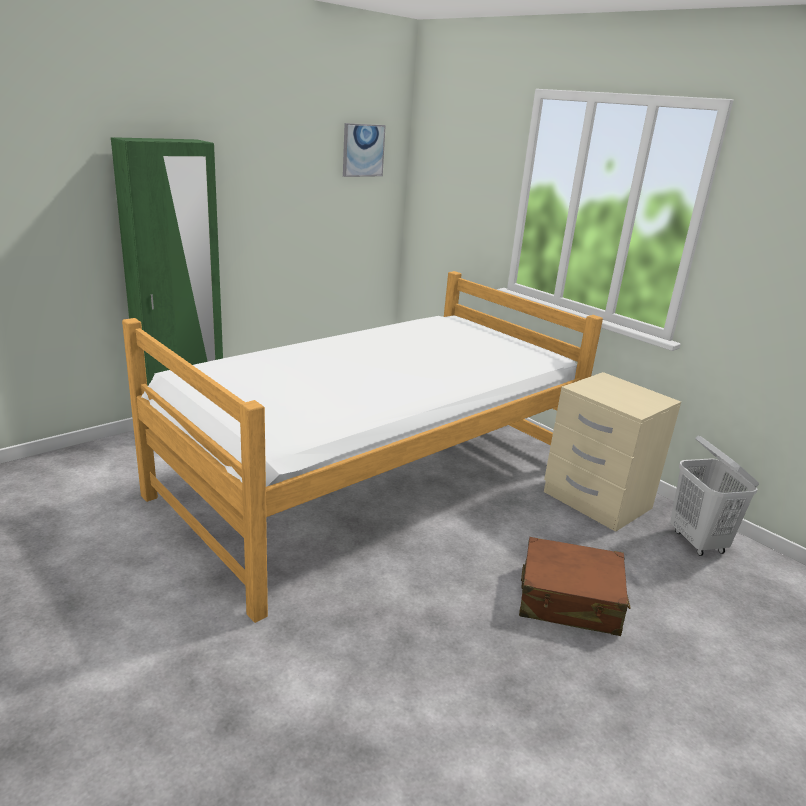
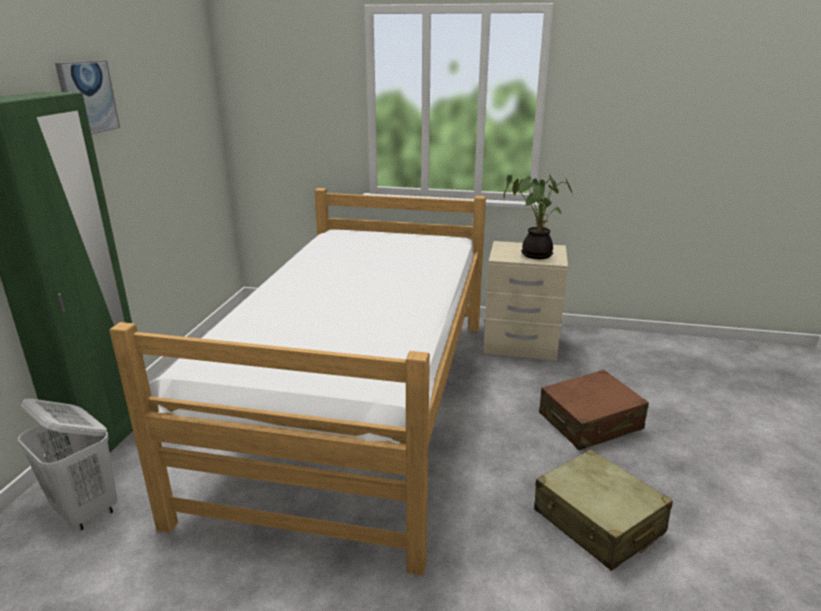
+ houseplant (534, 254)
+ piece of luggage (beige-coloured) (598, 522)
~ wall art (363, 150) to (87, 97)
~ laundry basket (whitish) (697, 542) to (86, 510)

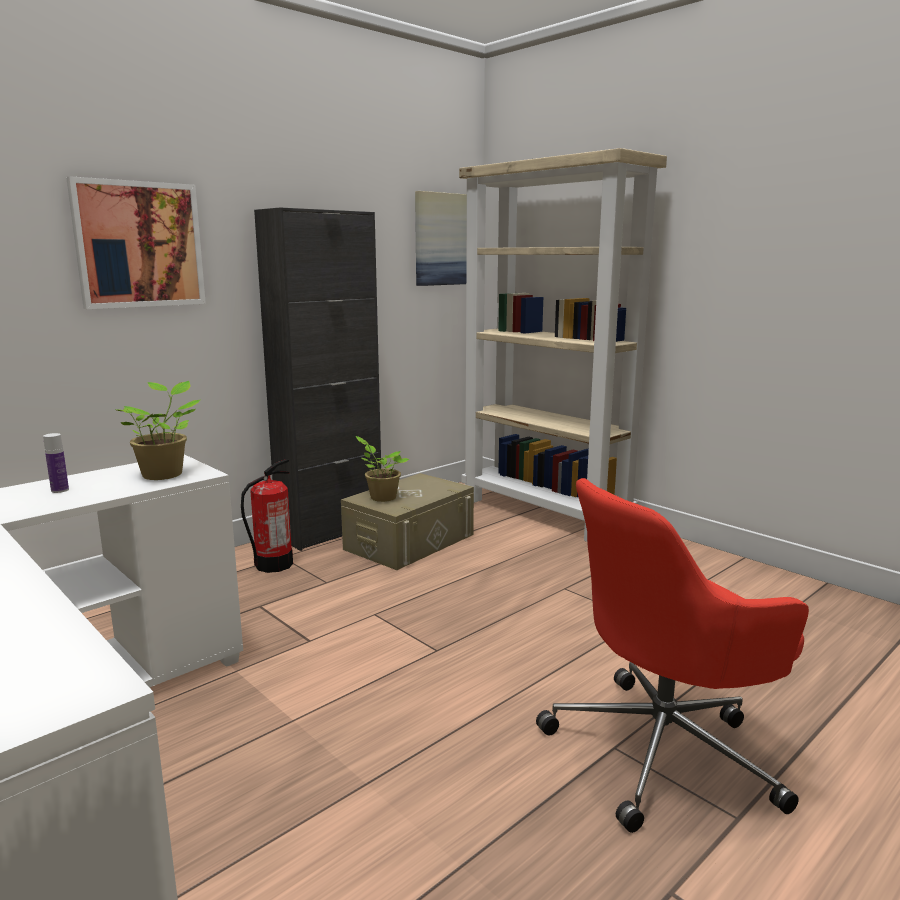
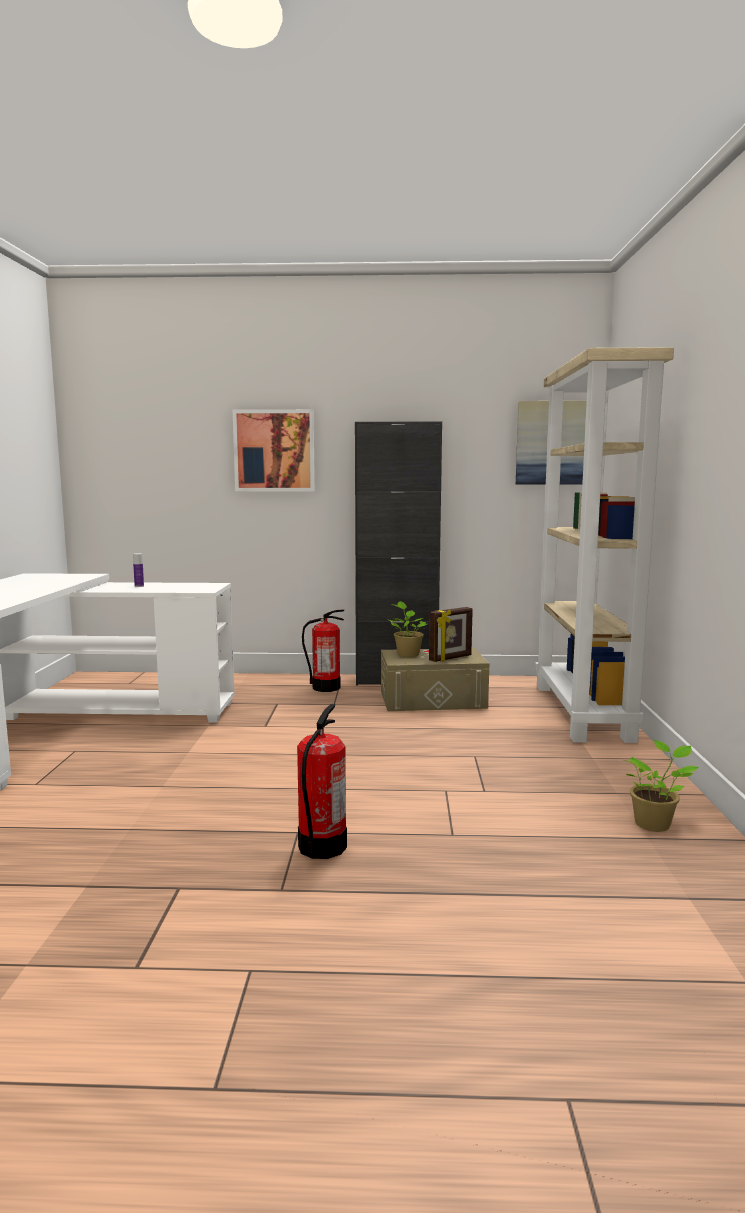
+ standing frame (451, 658)
~ houseplant (164, 474) to (654, 823)
~ desk chair (red) (664, 749) to extinguisher (321, 847)

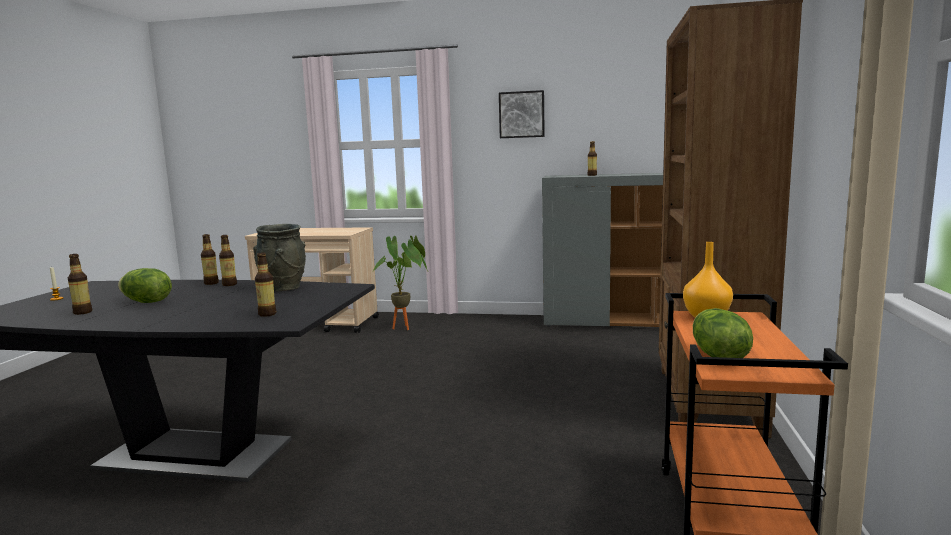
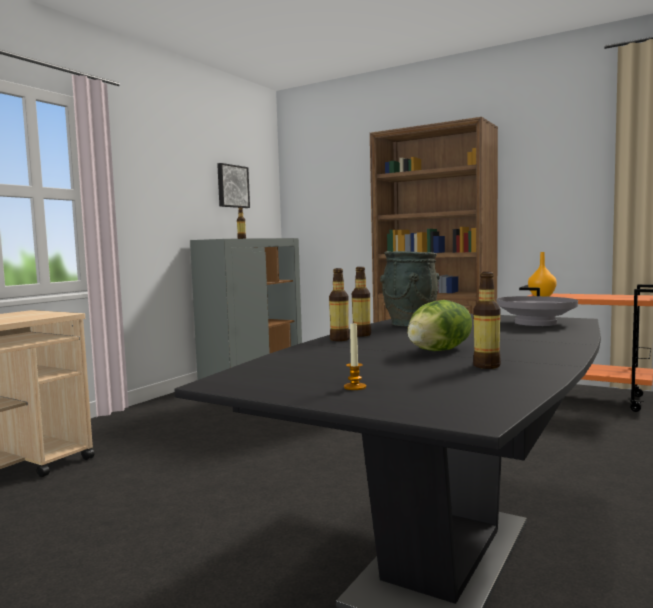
- houseplant (407, 328)
- lettuce (717, 356)
~ wall art (522, 114) to (232, 186)
~ bottle (267, 314) to bowl (greyish) (536, 323)

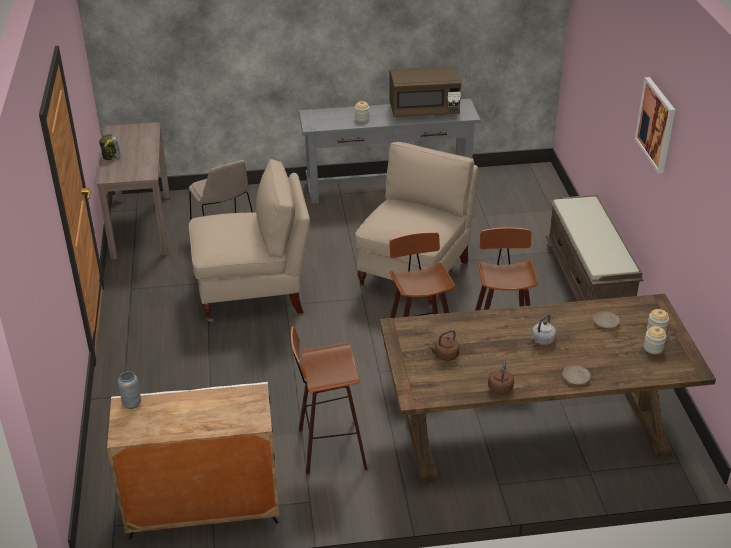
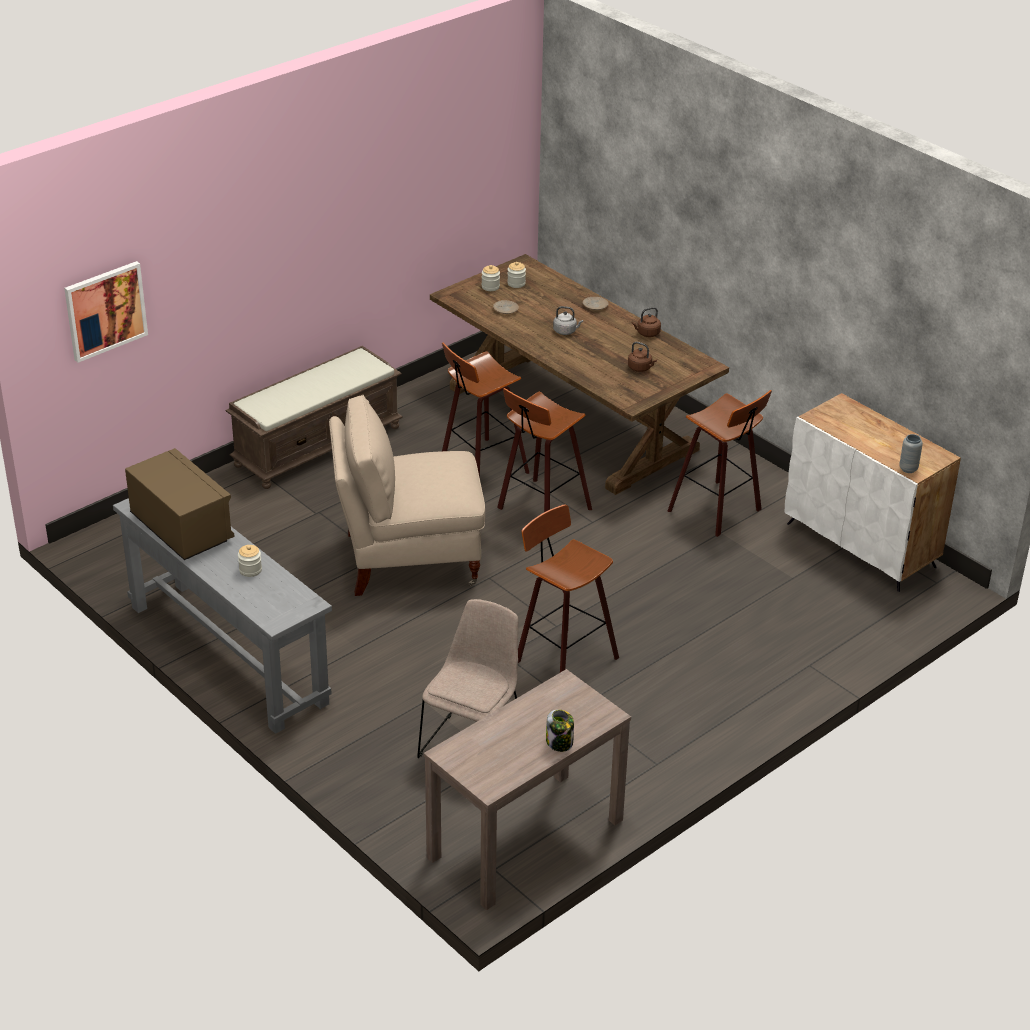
~ wall art (656, 124) to (105, 310)
~ chair (beige-coloured) (253, 293) to stool (562, 659)

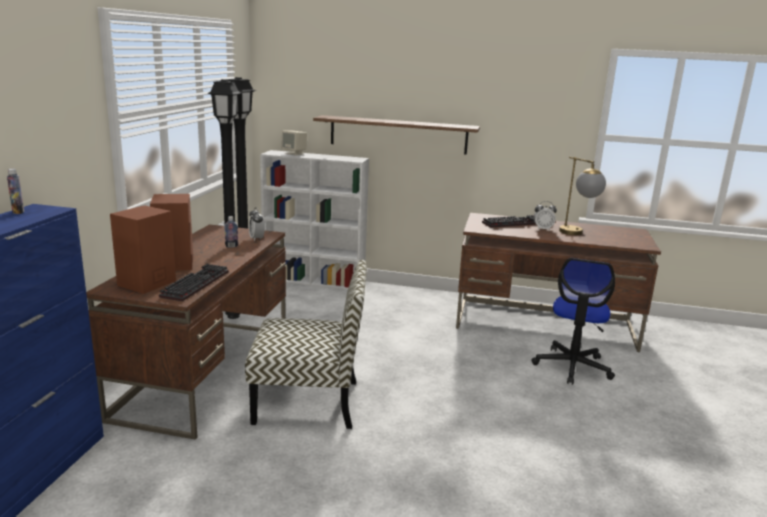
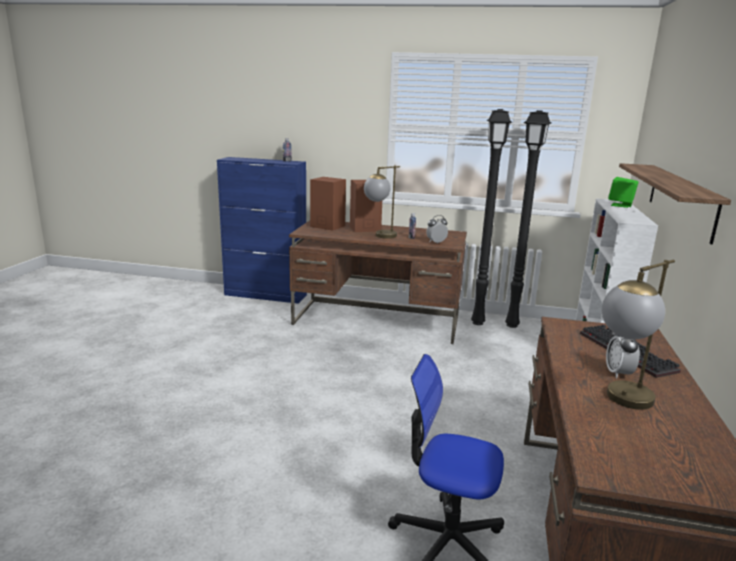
- keyboard (195, 283)
- chair (309, 401)
+ table lamp (380, 237)
~ audio speaker (beige-coloured) (294, 153) to audio speaker (green) (620, 205)

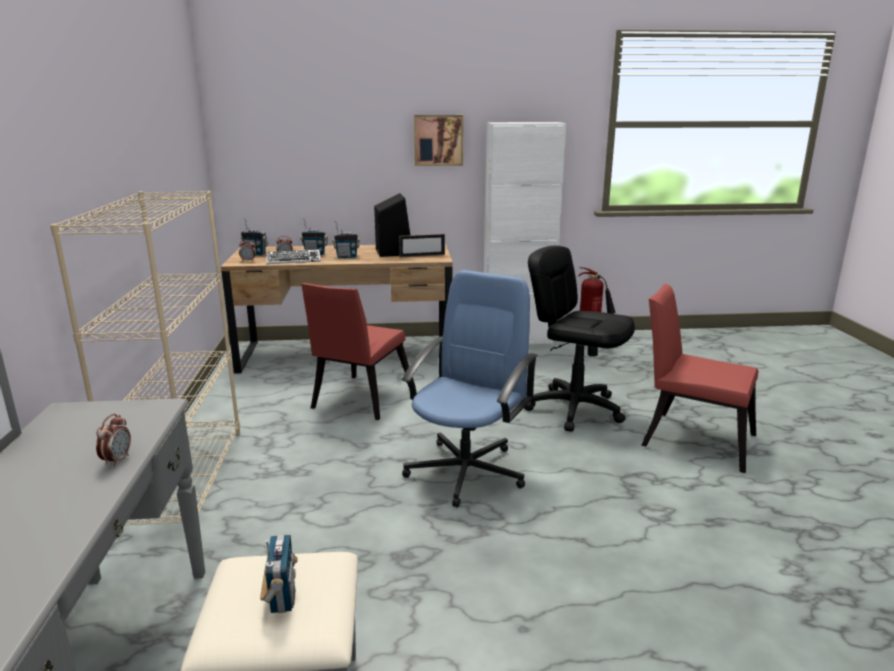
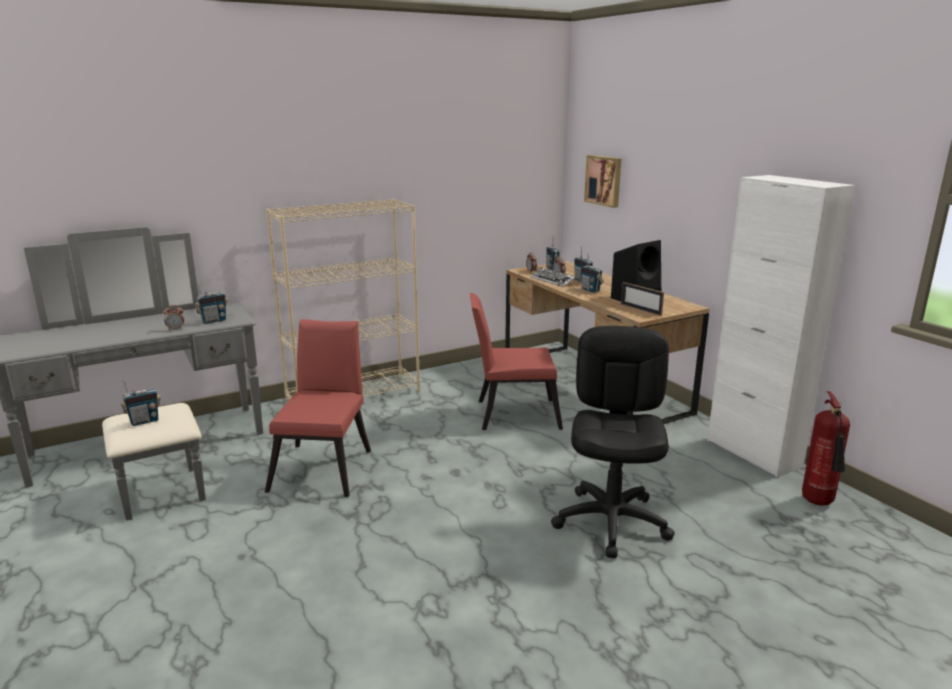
- desk chair (blue) (467, 471)
+ radio set (213, 321)
~ wall art (438, 140) to (604, 180)
~ chair (red) (691, 438) to (325, 466)

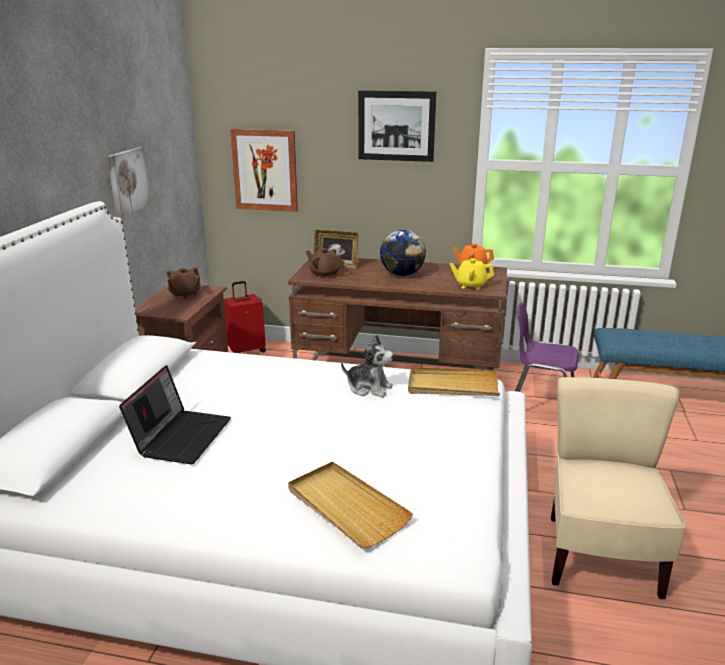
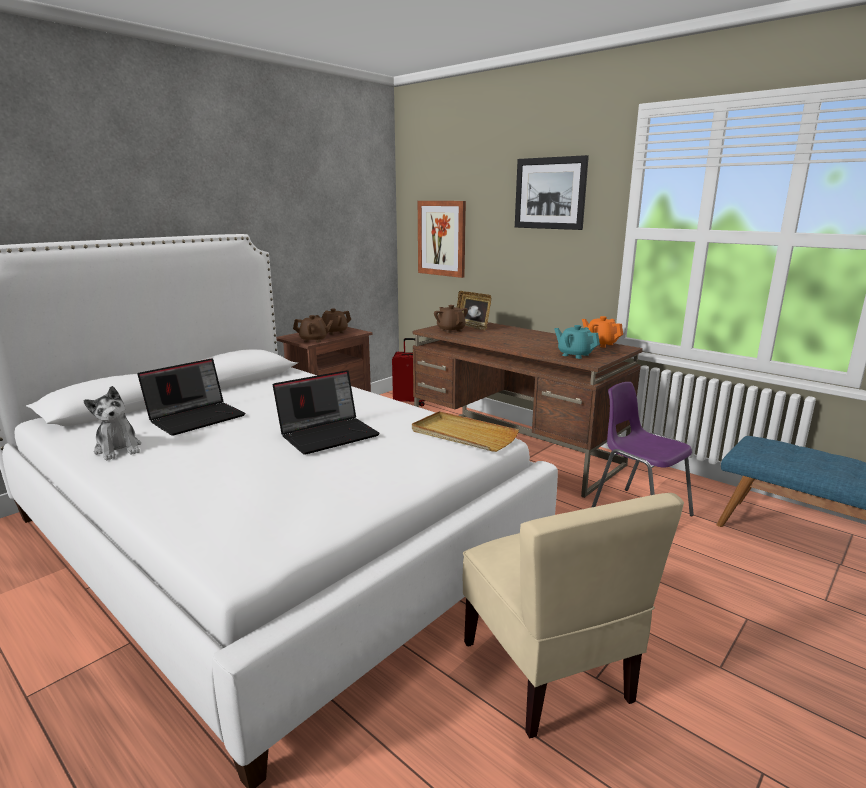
- wall art (127, 181)
- serving tray (beige-coloured) (346, 507)
- world globe (402, 274)
+ laptop (329, 434)
+ teapot (brownish) (314, 340)
~ plush toy (369, 388) to (118, 449)
~ teapot (yellow) (470, 285) to teapot (turquoise) (575, 355)
~ chair (beige-coloured) (599, 555) = (548, 671) 120 degrees clockwise

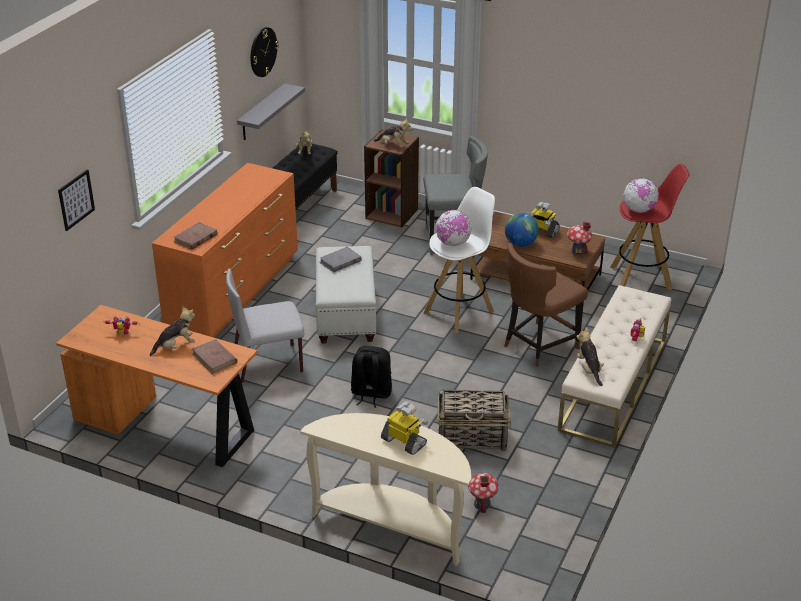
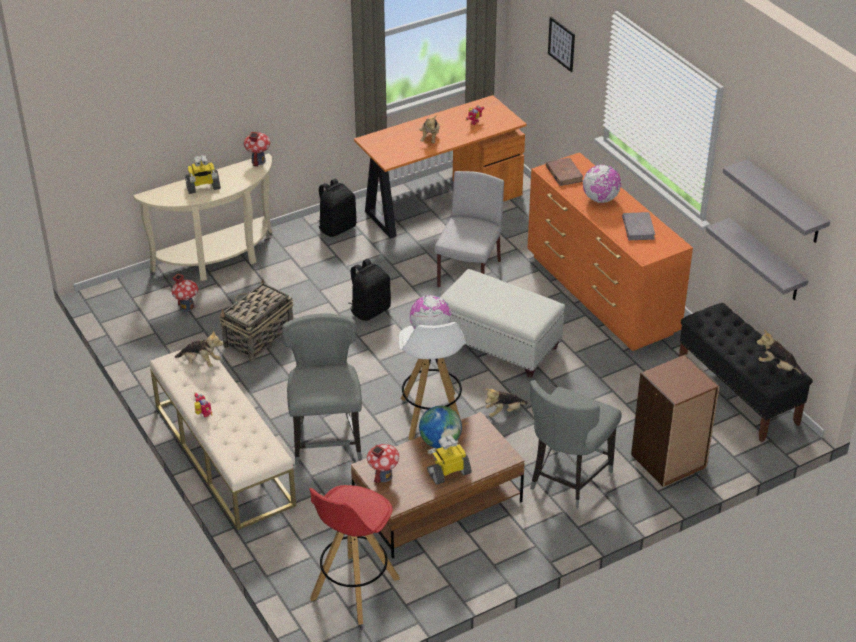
- book (brownish) (214, 359)
+ miniature house (258, 161)
+ backpack (black) (337, 228)
~ book (greyish) (340, 262) to (638, 228)
~ plush toy (393, 145) to (504, 412)
~ world globe (639, 210) to (600, 199)
~ clock on the wall (263, 52) to shelf (greyish) (785, 203)
~ chair (brownish) (538, 346) to chair (greyish) (327, 439)

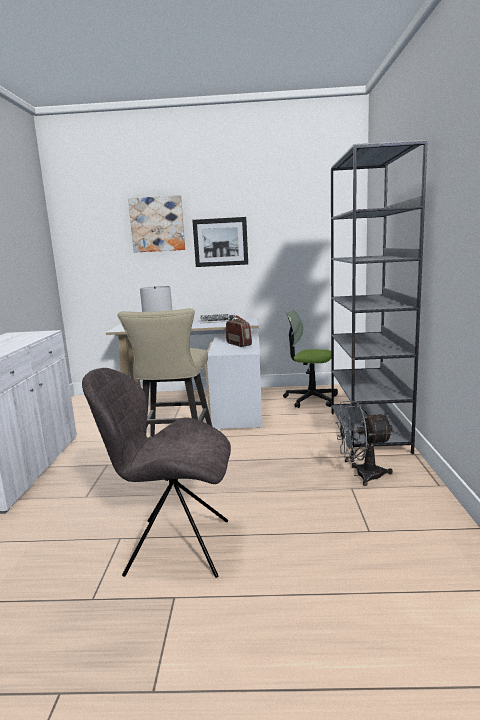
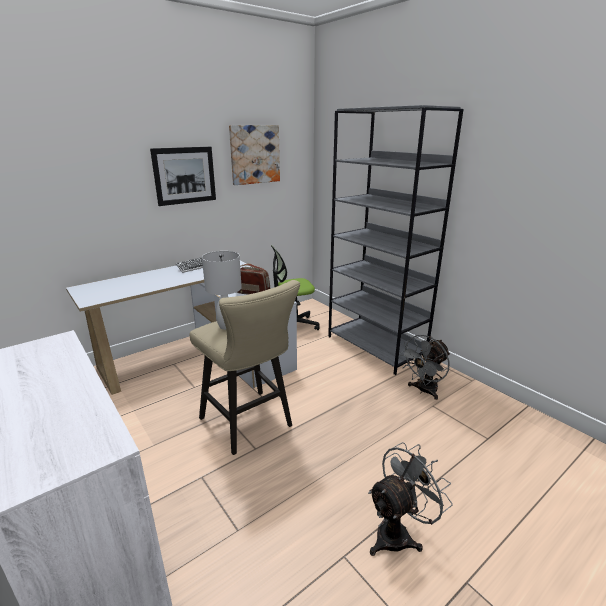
~ wall art (157, 224) to (254, 154)
~ chair (greyish) (174, 546) to cooling fan (greyish) (398, 533)

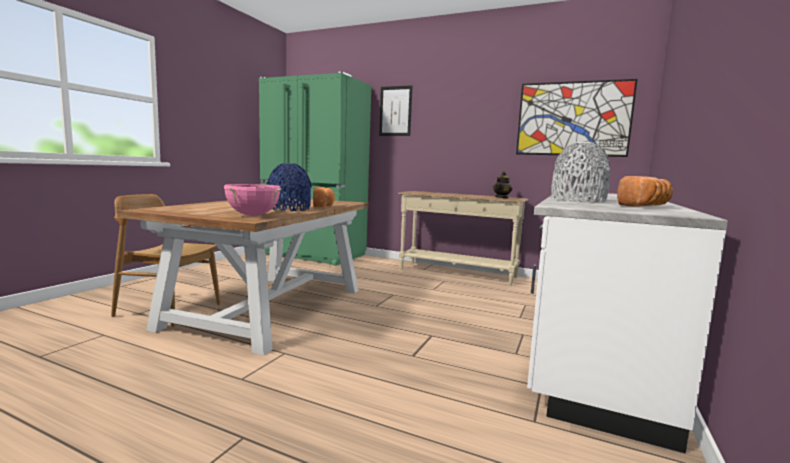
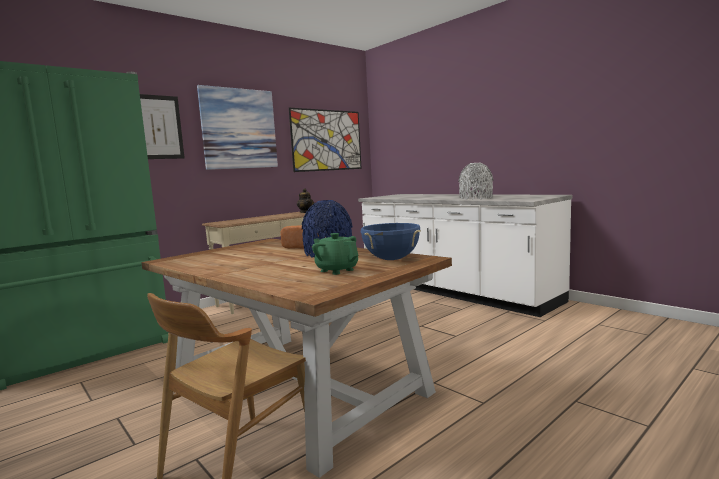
- bakery bread (645, 206)
+ wall art (239, 129)
+ teapot (green) (336, 270)
~ cooking pot (pinkish) (253, 215) to cooking pot (blue) (391, 259)

